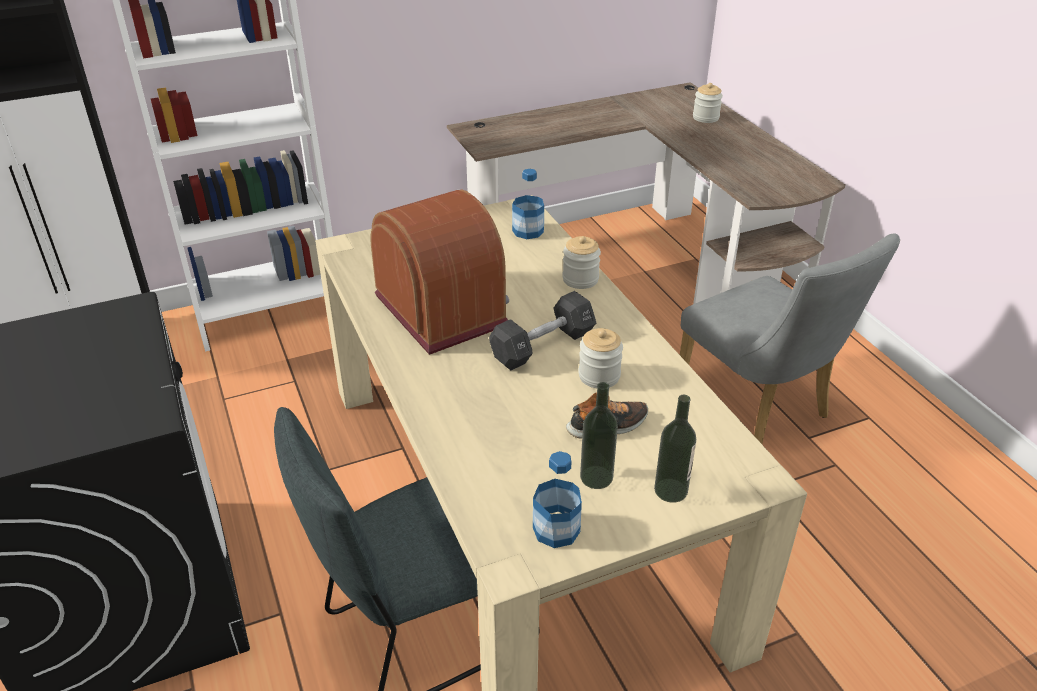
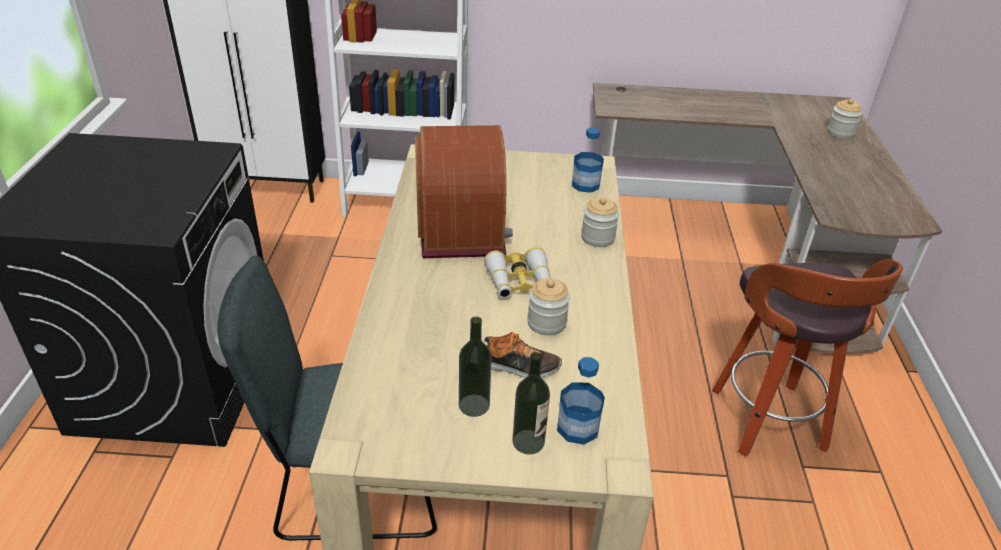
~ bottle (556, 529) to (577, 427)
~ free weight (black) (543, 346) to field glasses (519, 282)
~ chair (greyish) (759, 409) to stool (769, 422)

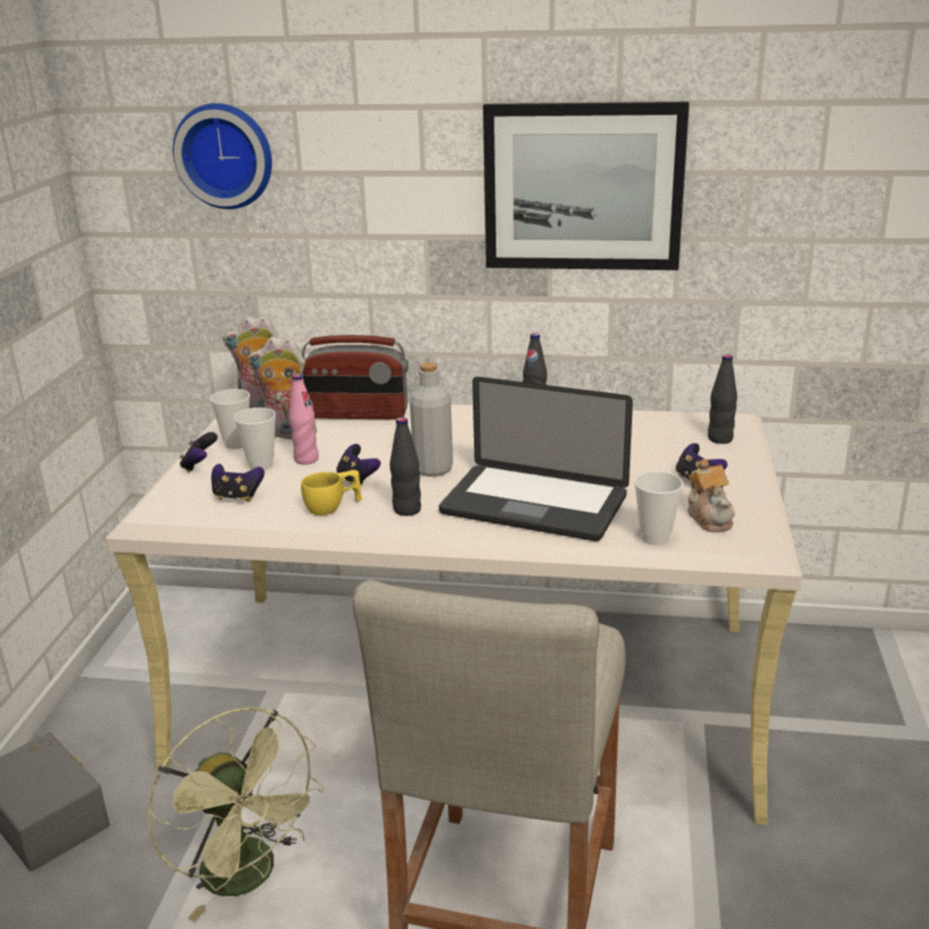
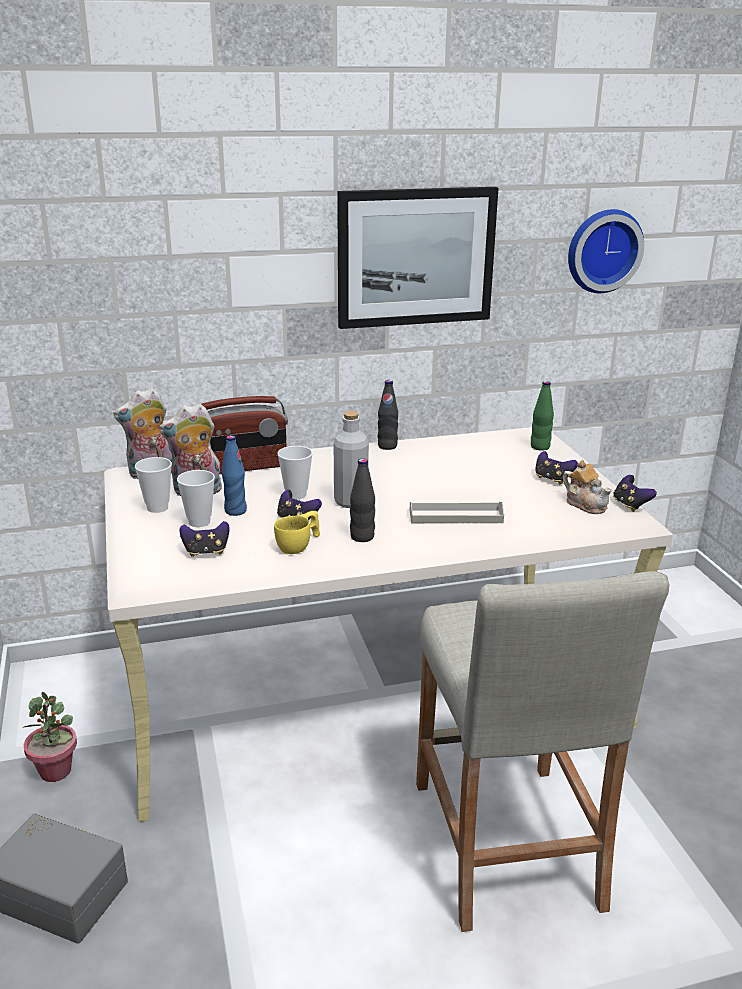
- cooling fan (green) (249, 877)
+ houseplant (56, 771)
~ clock on the wall (225, 155) to (602, 250)
~ gamepad (199, 466) to (630, 505)
~ drinking cup (655, 538) to (296, 495)
~ laptop (534, 505) to serving tray (greyish) (455, 516)
~ bottle (pinkish) (306, 459) to bottle (blue) (235, 511)
~ bottle (black) (720, 439) to bottle (green) (540, 447)

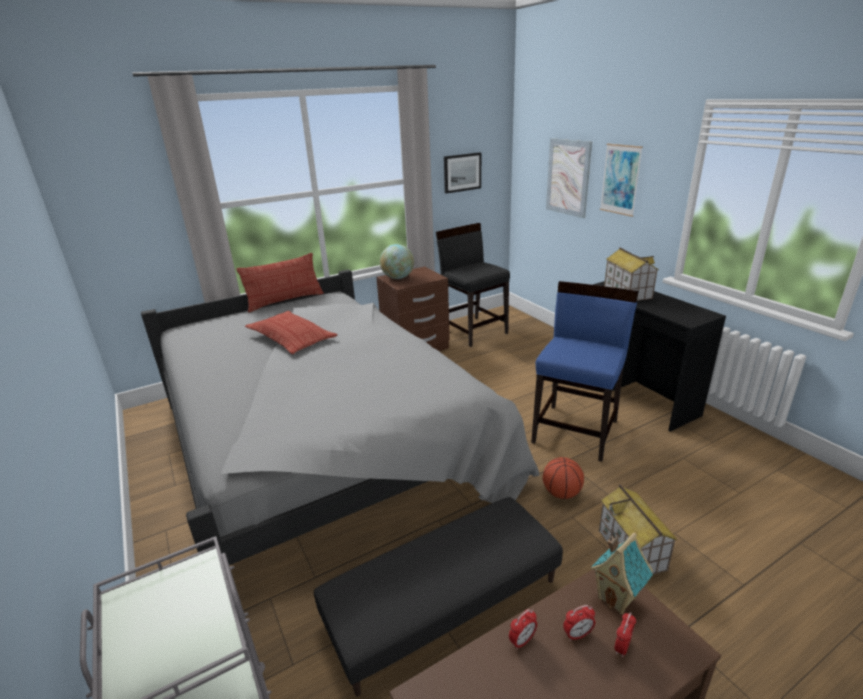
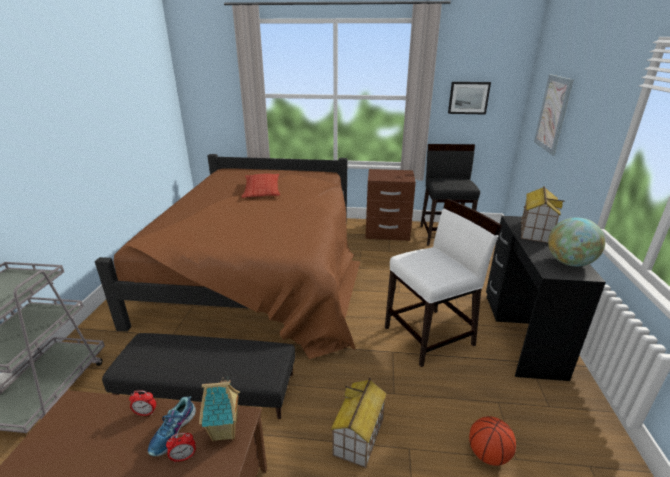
- throw pillow (285, 301)
- wall art (620, 179)
~ world globe (398, 278) to (569, 263)
~ basketball ball (561, 493) to (488, 454)
~ alarm clock (577, 634) to shoe (174, 432)
~ sleeping bed (greyish) (326, 443) to sleeping bed (brownish) (263, 269)
~ chair (blue) (576, 431) to chair (whitish) (430, 336)

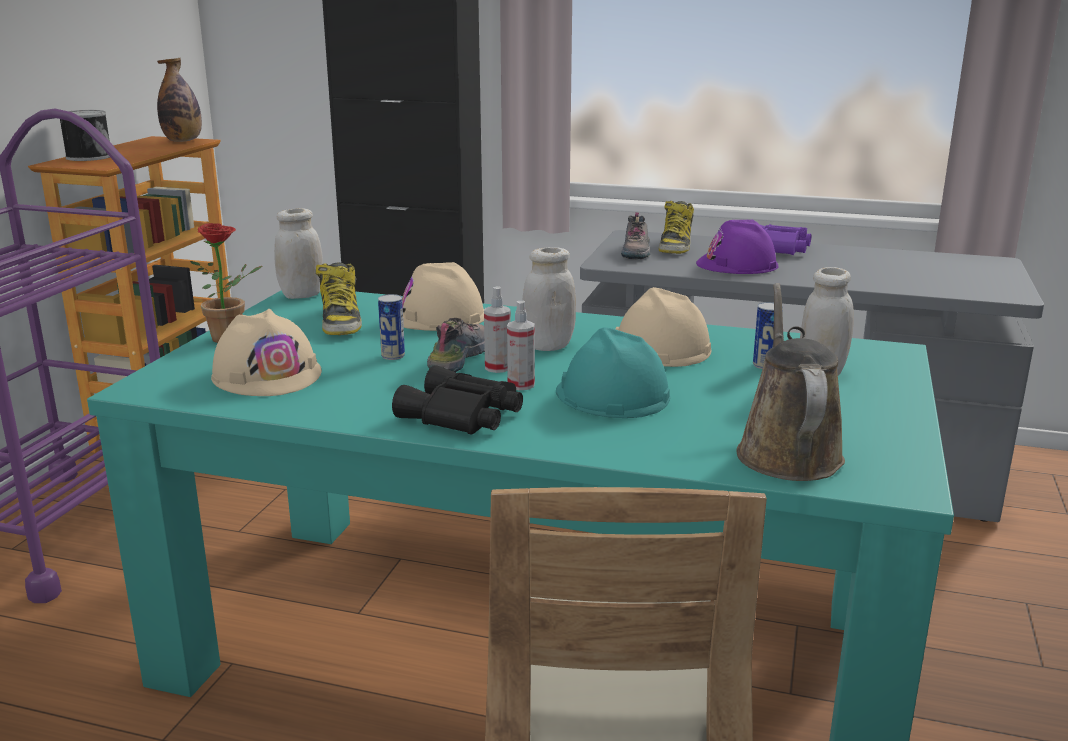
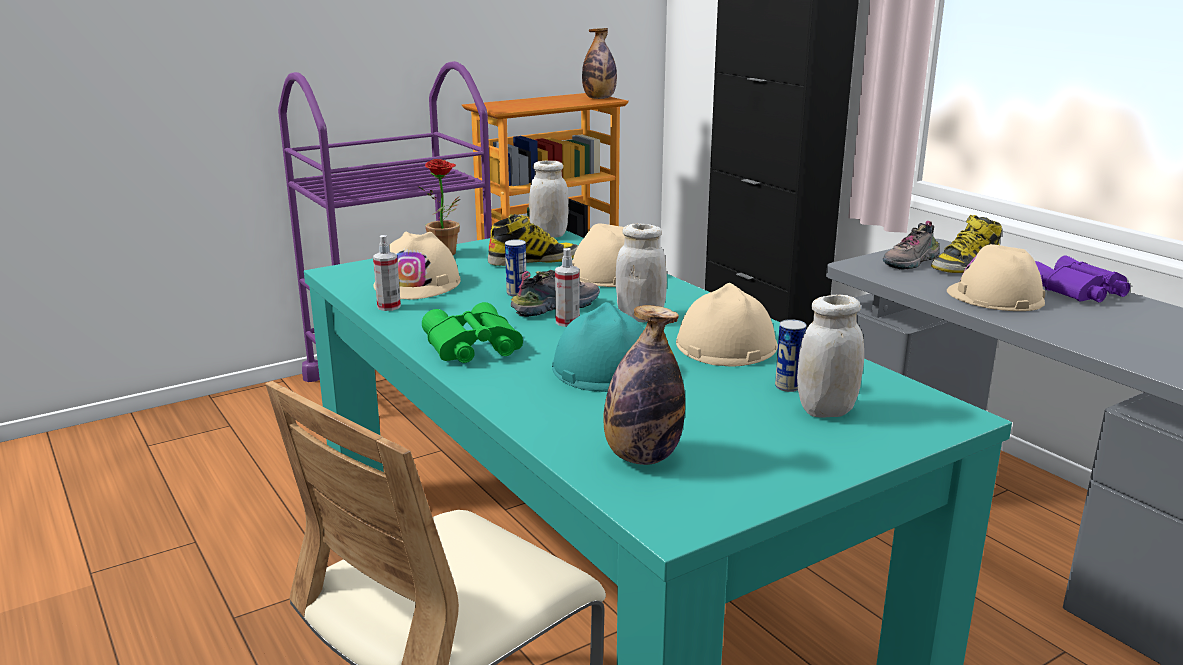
- can (88, 157)
~ hand sprayer (521, 385) to (389, 307)
~ sprinkling can (brownish) (787, 451) to bottle (642, 457)
~ field glasses (black) (461, 416) to field glasses (green) (471, 347)
~ hard hat (purple) (737, 264) to hard hat (beige-coloured) (995, 296)
~ boot (340, 322) = (534, 260) 135 degrees counterclockwise

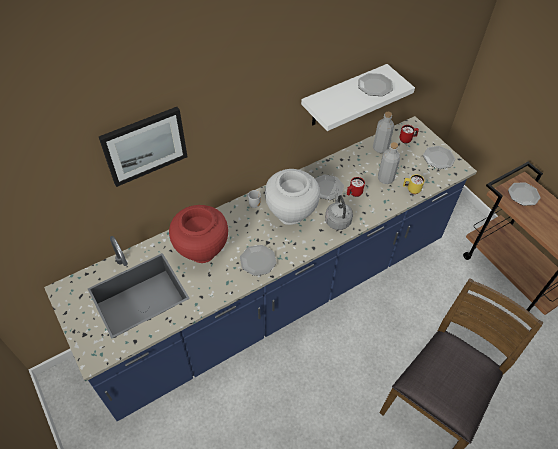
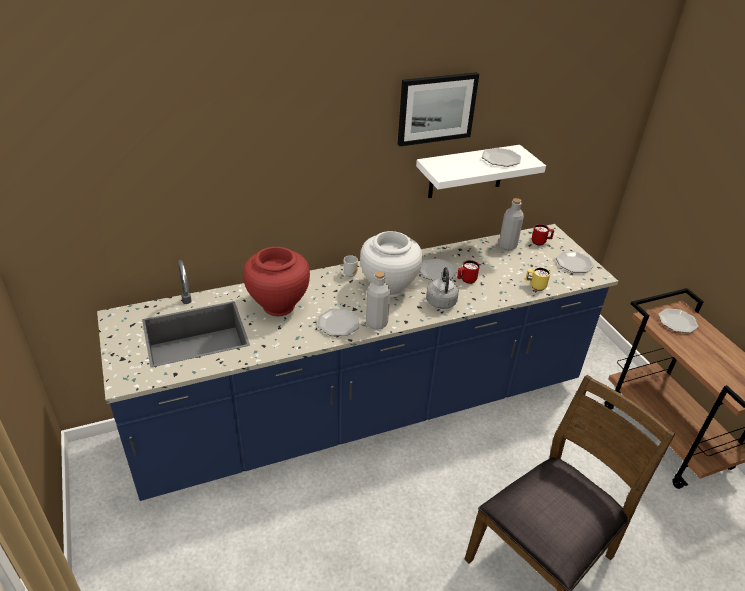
~ wall art (144, 145) to (436, 108)
~ bottle (greyish) (385, 178) to (376, 323)

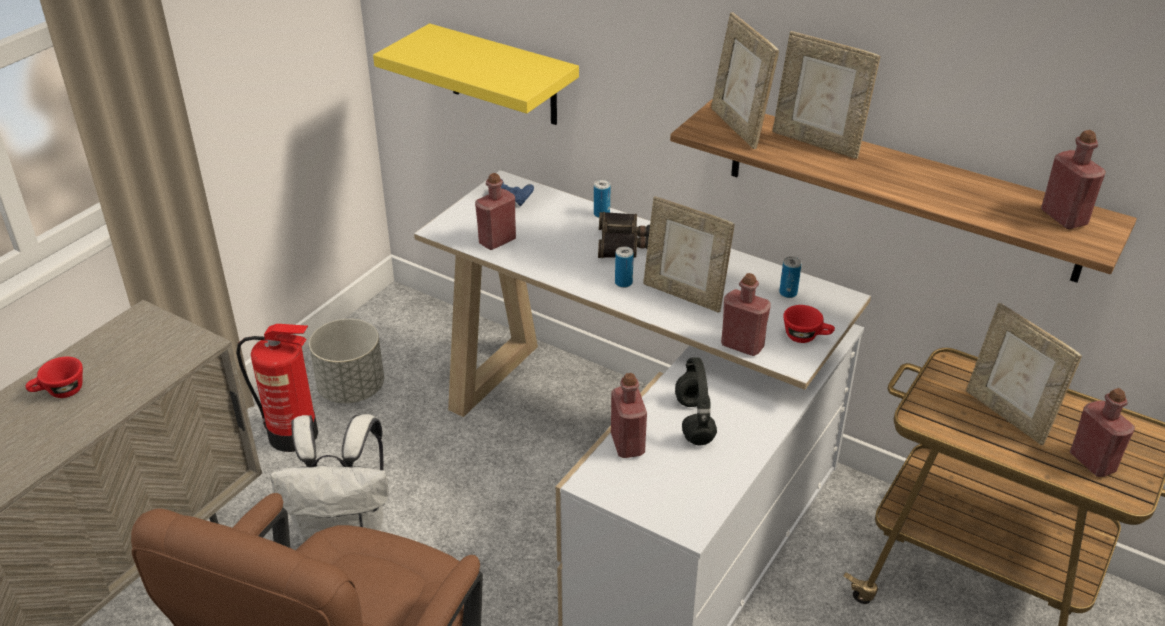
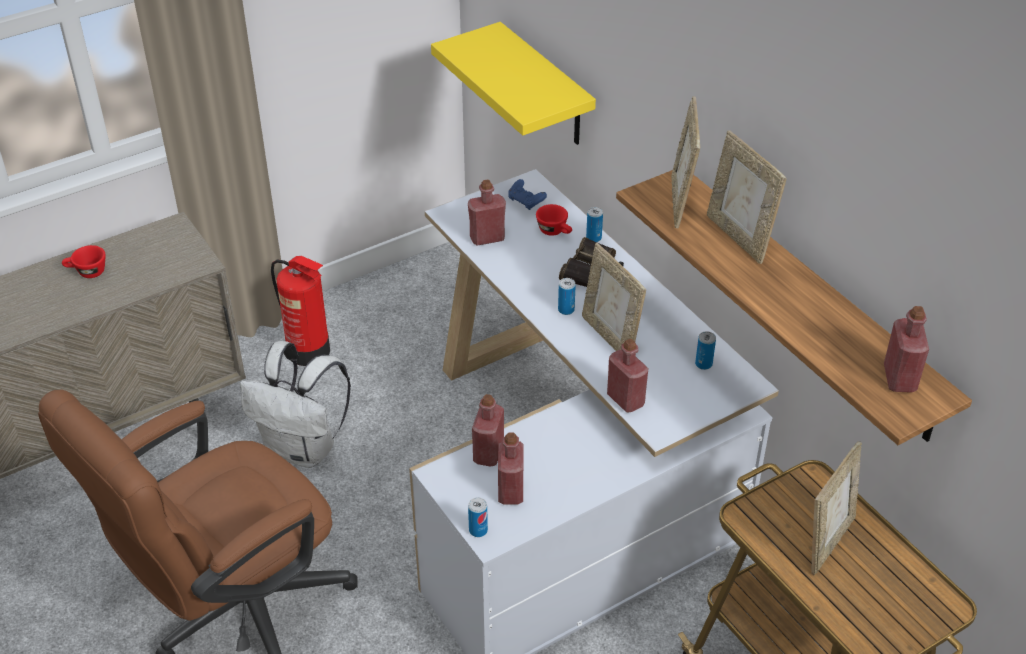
- flower pot (greyish) (352, 388)
- pair of headphones (black) (693, 420)
+ can (478, 530)
~ drinking cup (red) (806, 337) to (555, 231)
~ bottle (red) (1092, 462) to (510, 491)
~ standing frame (1008, 415) = (827, 542) 135 degrees counterclockwise

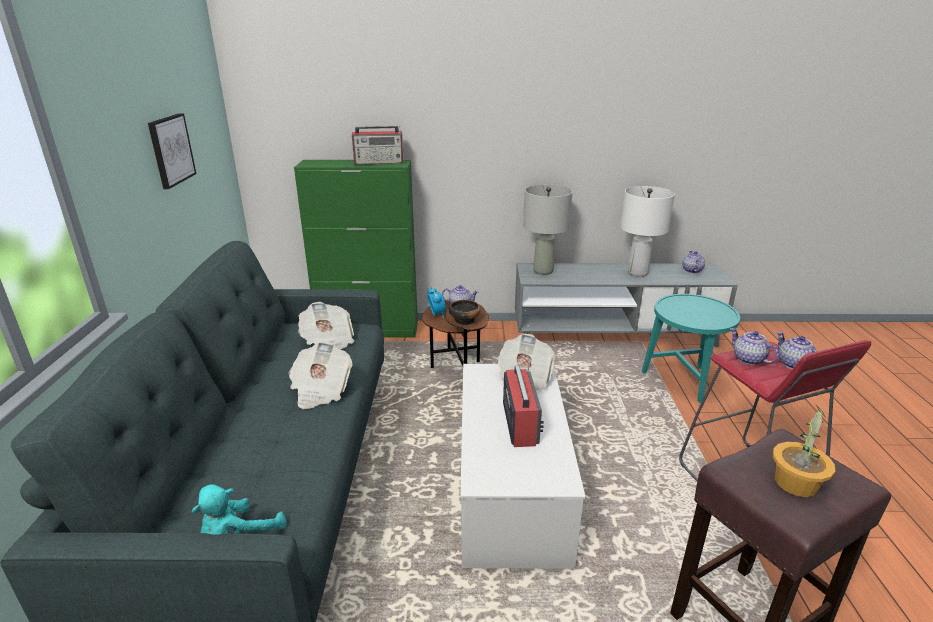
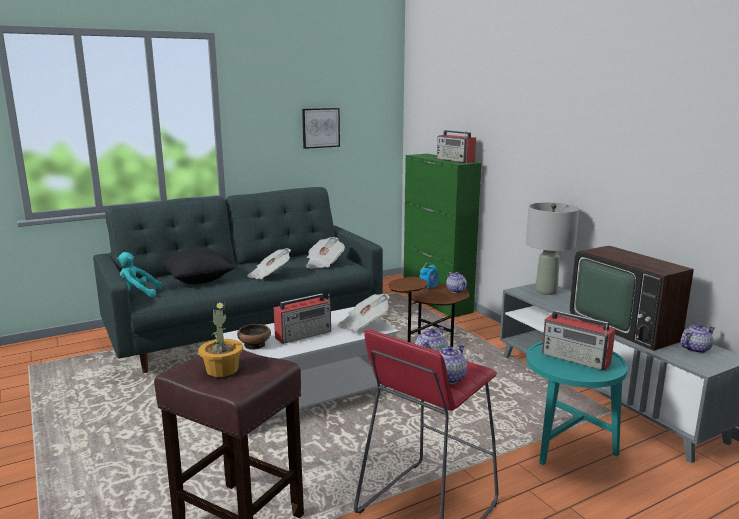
+ throw pillow (black) (198, 280)
+ radio set (576, 359)
~ bowl (464, 320) to (255, 345)
~ table lamp (whitish) (638, 273) to TV set (626, 326)

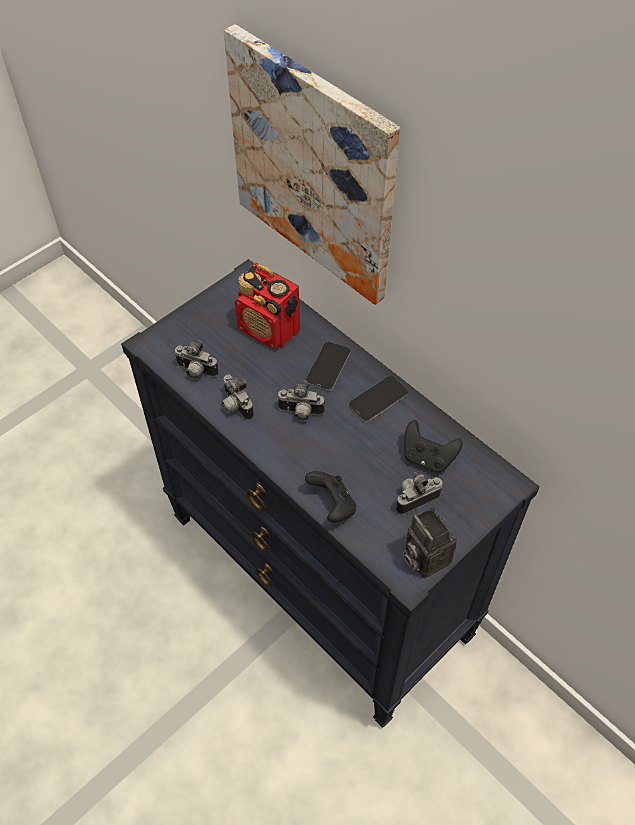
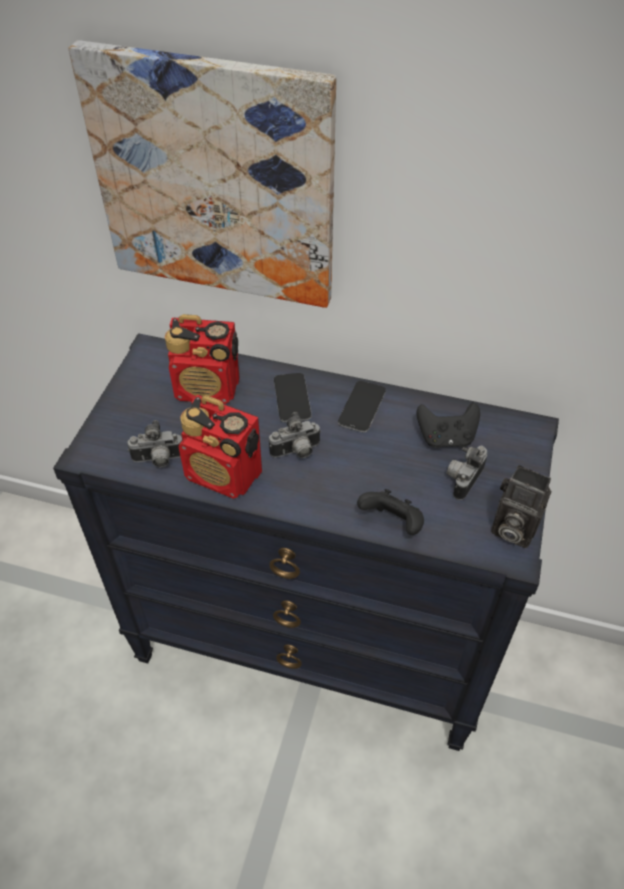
~ photo camera (235, 406) to radio set (224, 475)

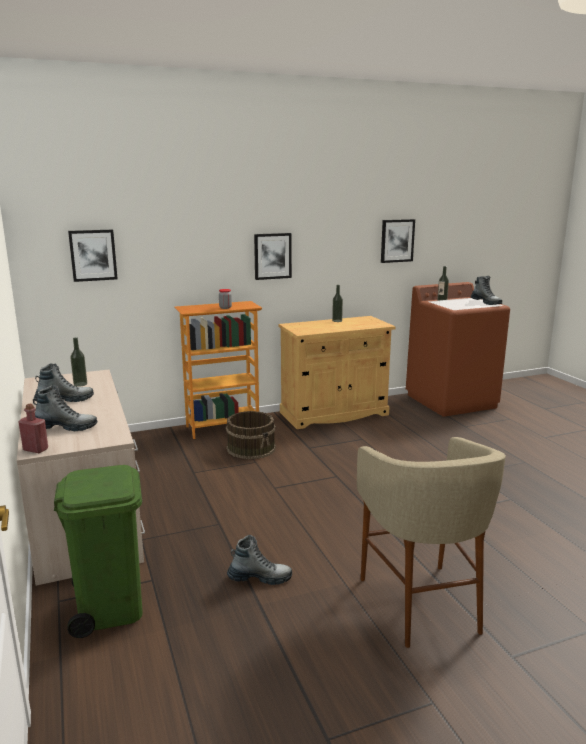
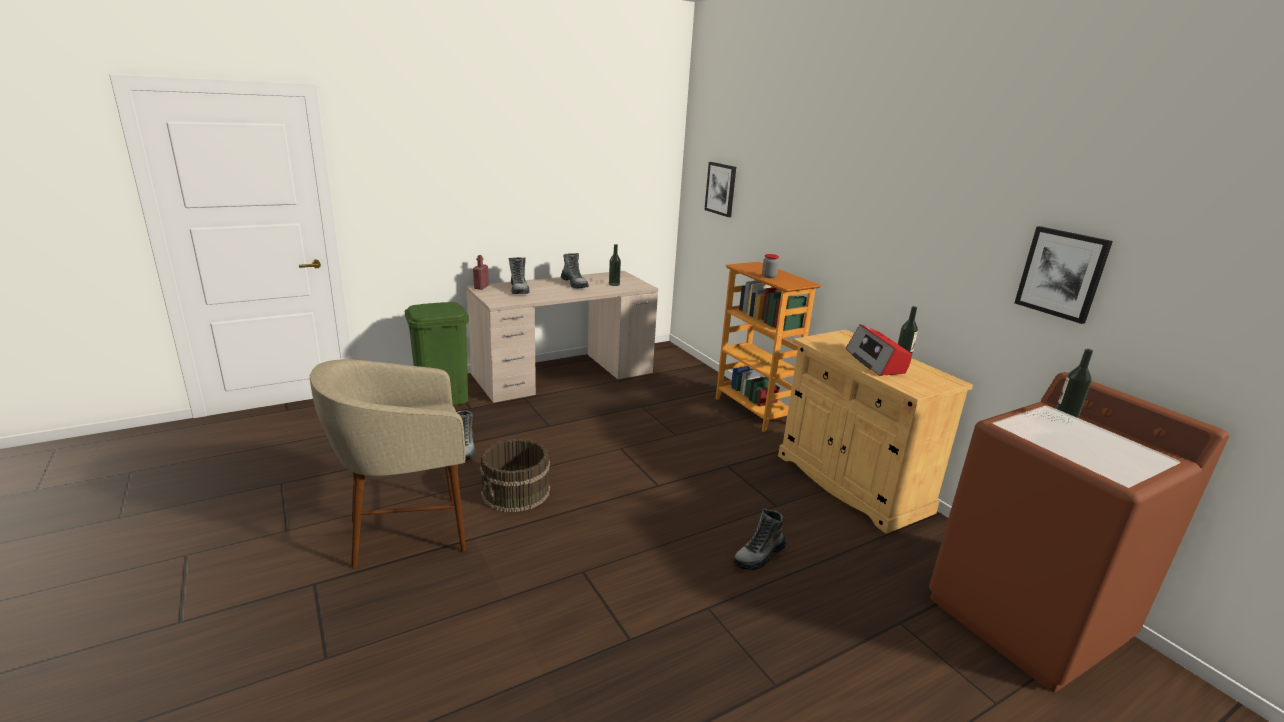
- wall art (272, 256)
+ radio set (876, 362)
~ bucket (brownish) (251, 448) to (516, 492)
~ boot (486, 302) to (759, 556)

